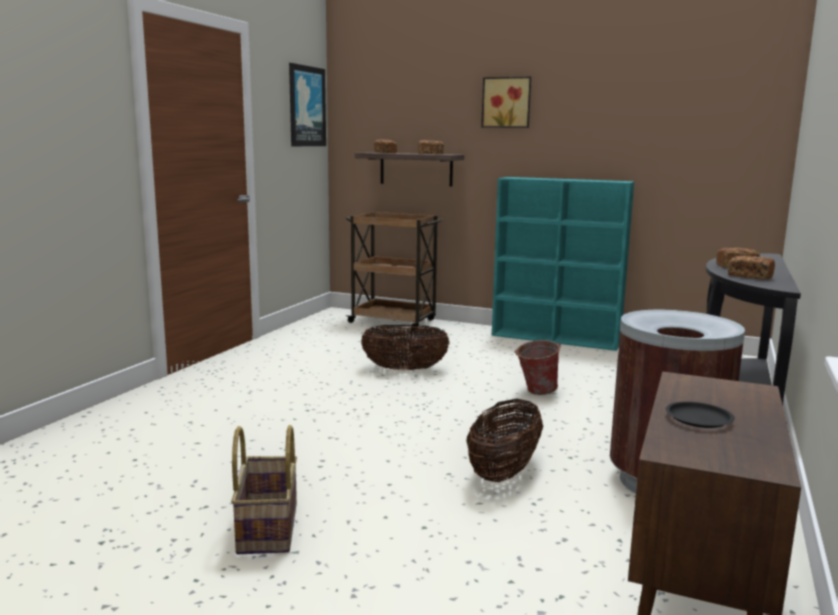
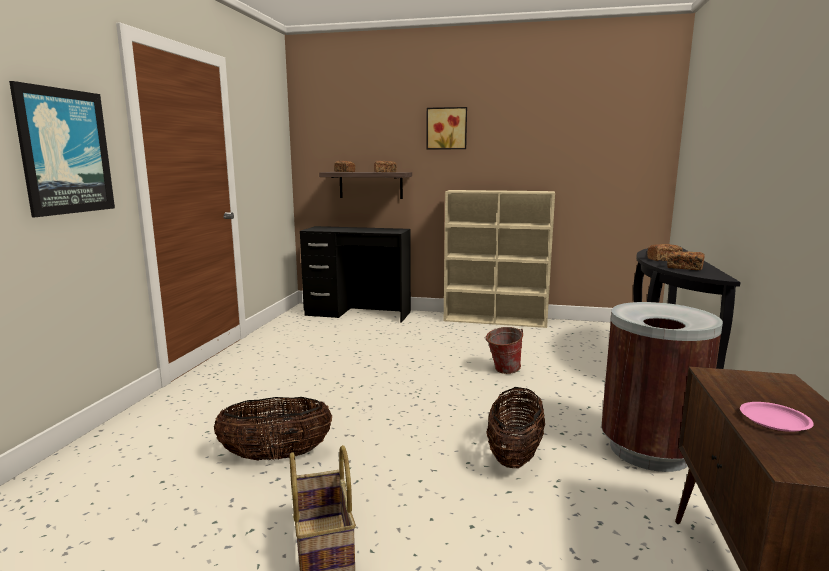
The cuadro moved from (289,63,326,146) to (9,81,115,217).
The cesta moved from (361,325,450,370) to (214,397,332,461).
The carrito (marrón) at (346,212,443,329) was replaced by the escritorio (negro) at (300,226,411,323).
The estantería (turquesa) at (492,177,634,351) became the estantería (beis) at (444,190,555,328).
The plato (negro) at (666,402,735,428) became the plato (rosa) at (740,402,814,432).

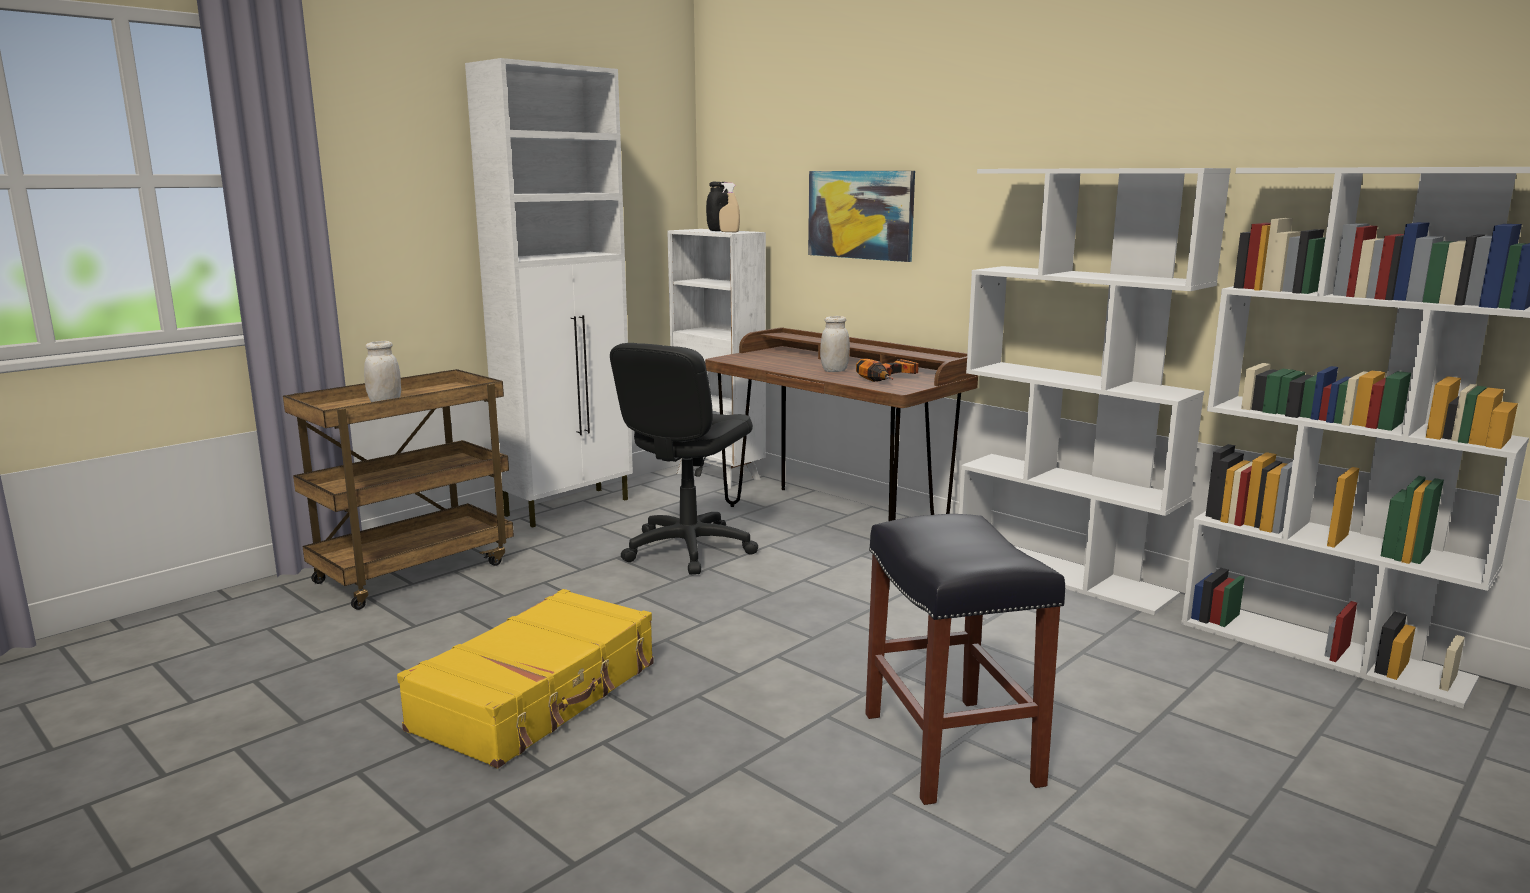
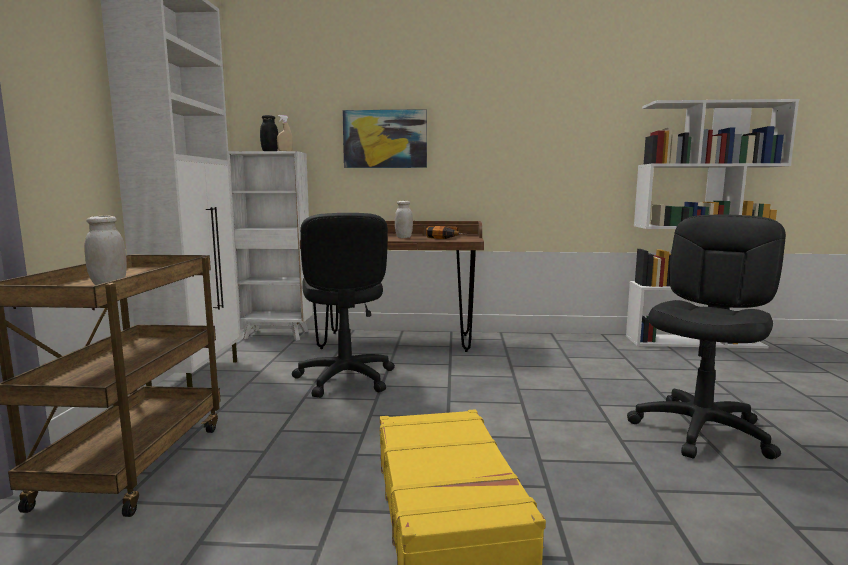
The taburete (negro) at (865,514,1065,805) was replaced by the silla de oficina (negro) at (627,215,786,459).
The estantería (blanco) at (959,168,1231,615) disappeared.

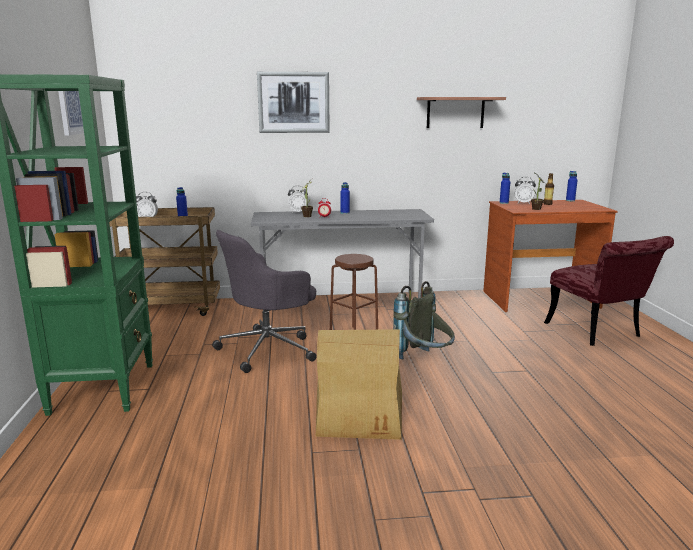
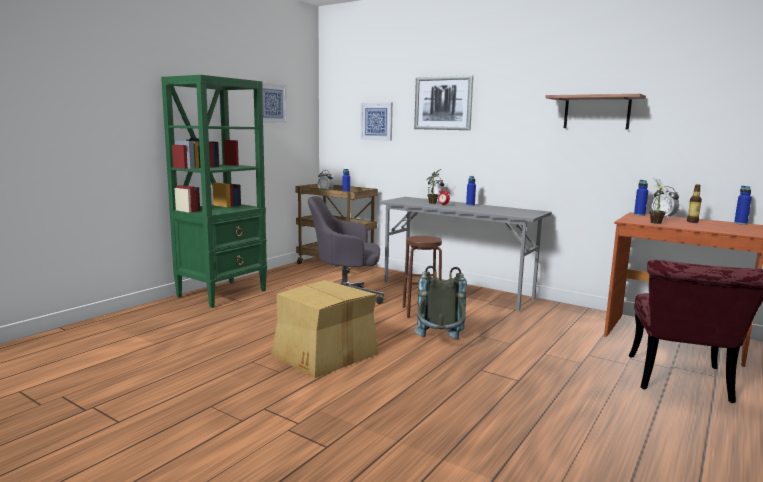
The cuadro at (360,102,393,141) appeared.

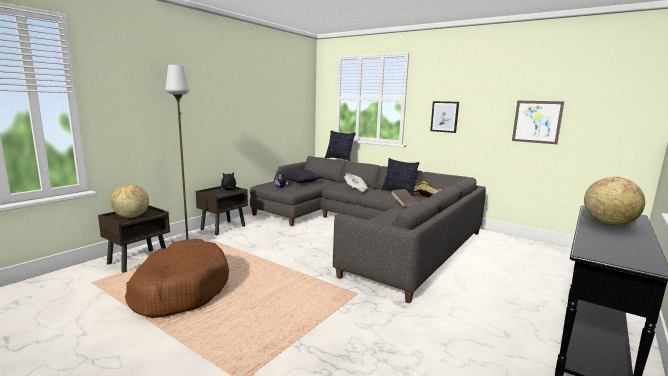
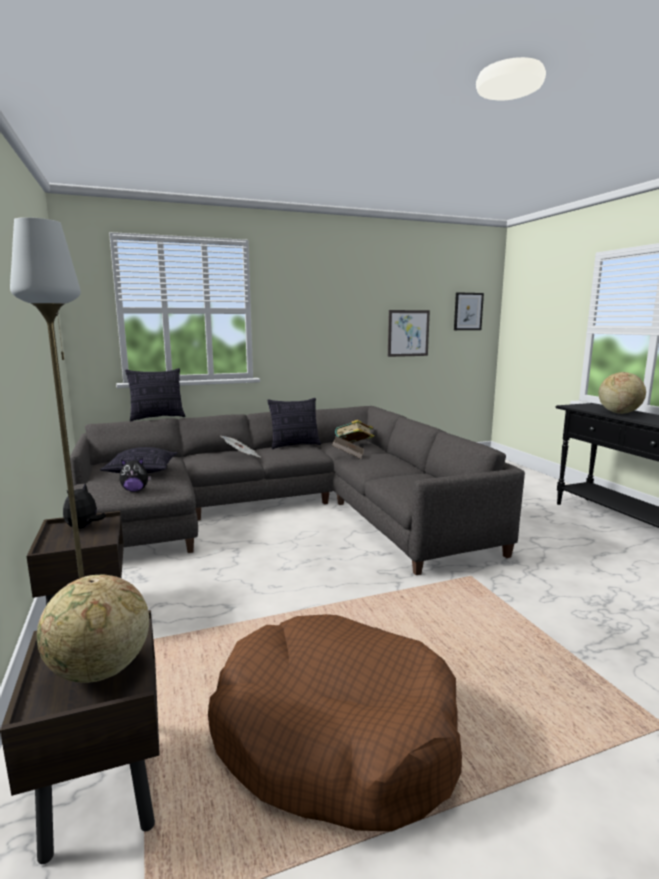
The cuadro moved from (430,101,459,133) to (454,292,484,330).

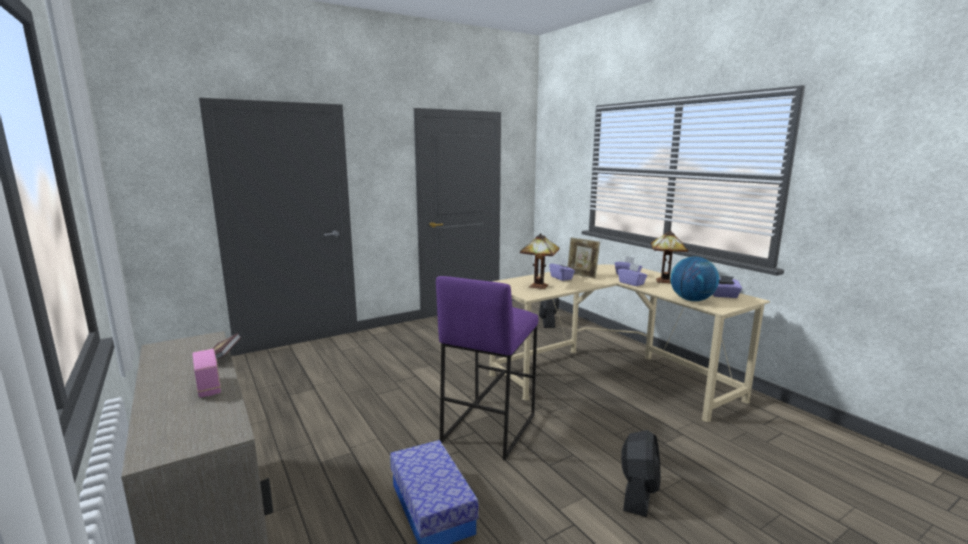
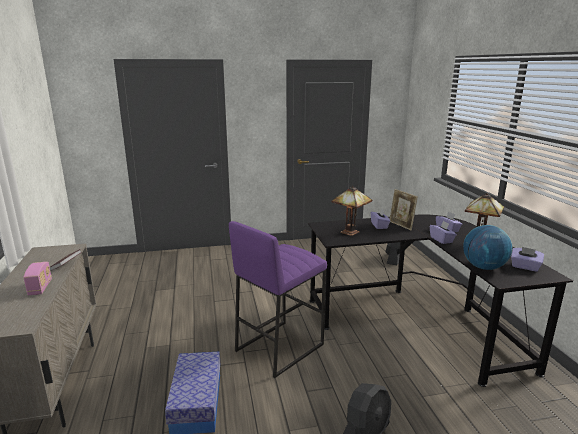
The escritorio (beis) at (489,265,770,422) became the escritorio (negro) at (308,214,573,387).

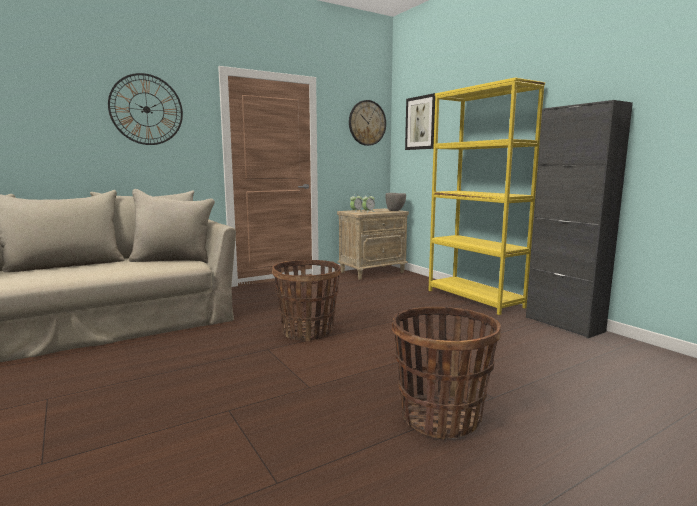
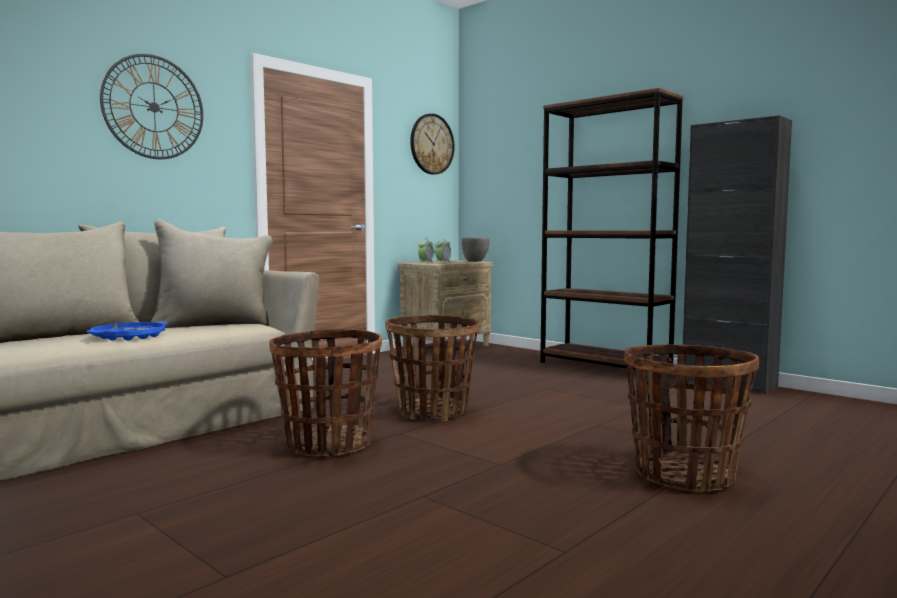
The bandeja (azul) at (86,322,167,340) appeared.
The cesta at (269,329,382,456) appeared.
The estantería (amarillo) at (428,77,545,315) became the estantería (marrón) at (540,88,684,371).
The cuadro at (405,93,435,150) disappeared.

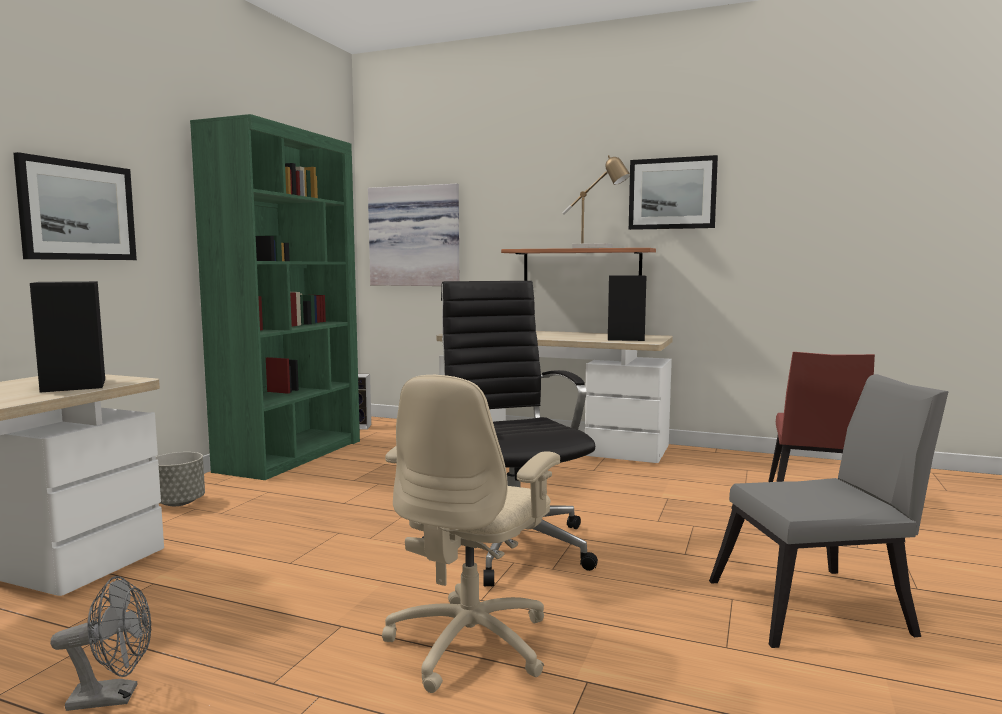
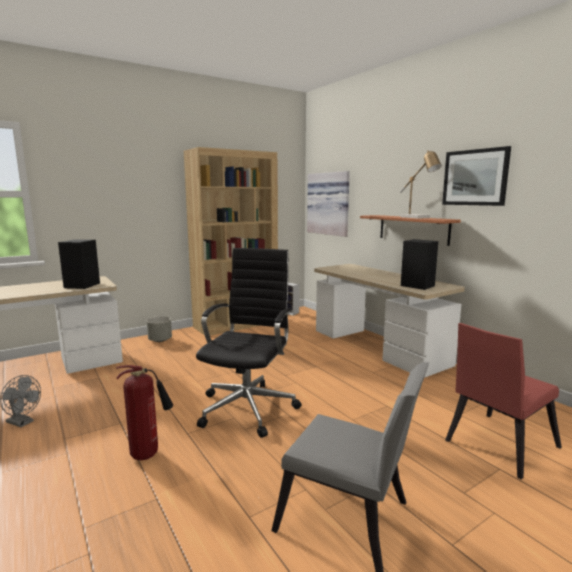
The silla de oficina (beis) at (382,375,560,693) was replaced by the extintor at (116,365,173,460).
The estantería (verde) at (190,114,360,480) became the estantería (marrón) at (184,147,278,336).
The cuadro at (13,152,137,260) disappeared.

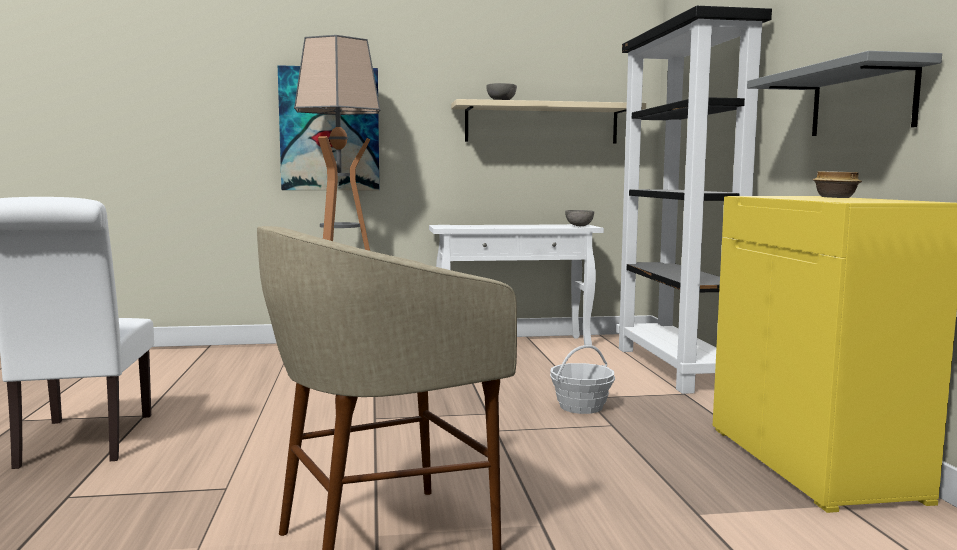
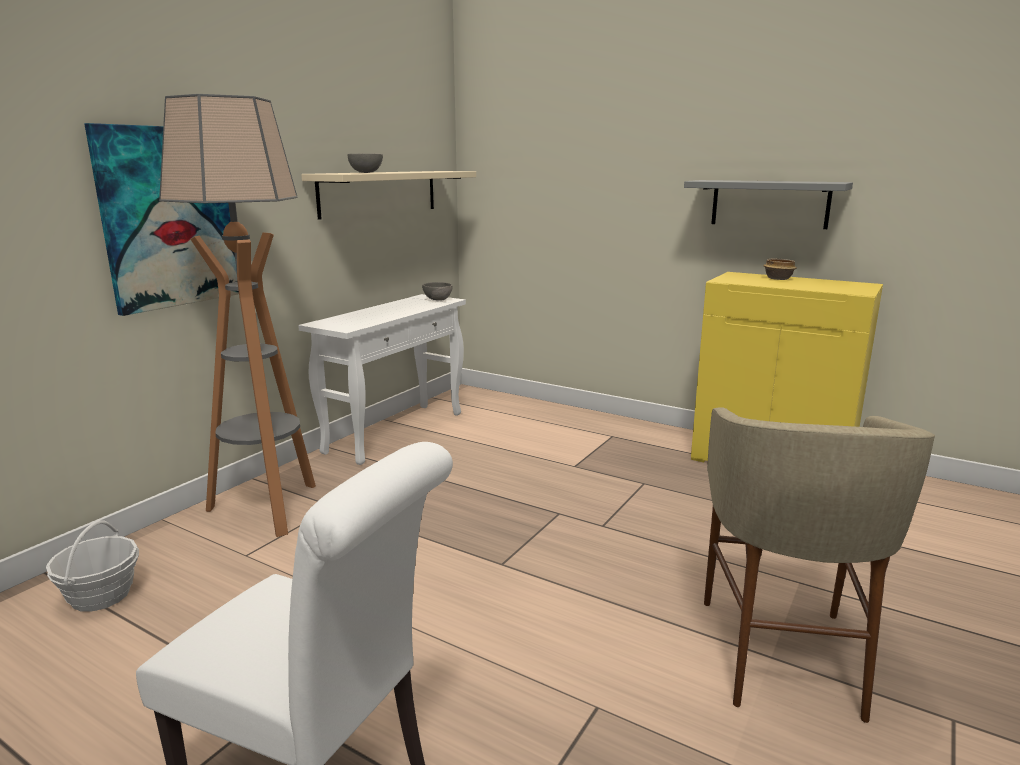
The cesta moved from (550,345,615,414) to (46,520,139,612).
The estantería (negro) at (616,6,772,394) disappeared.

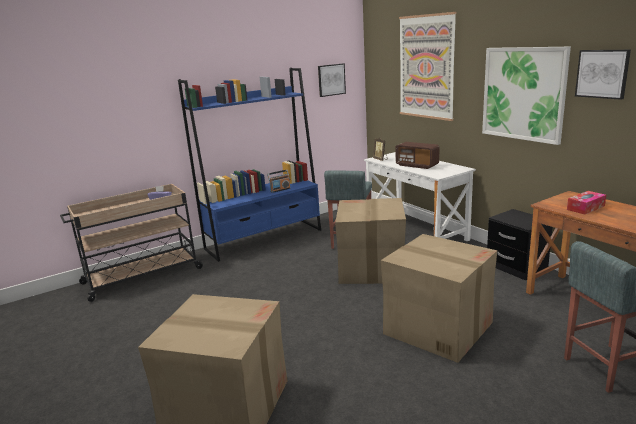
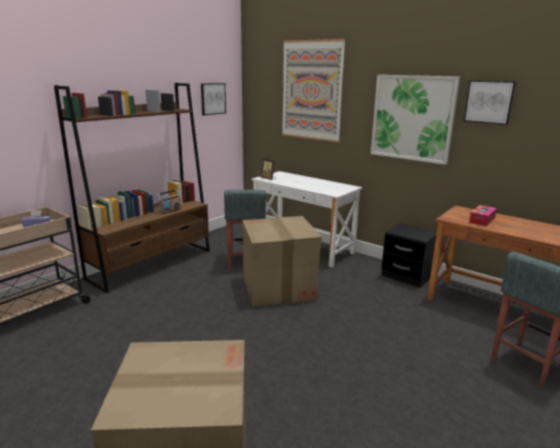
The estantería (azul) at (178,68,321,262) became the estantería (marrón) at (54,83,210,293).
The caja de cartón at (381,234,497,363) disappeared.
The radio at (395,142,439,169) disappeared.

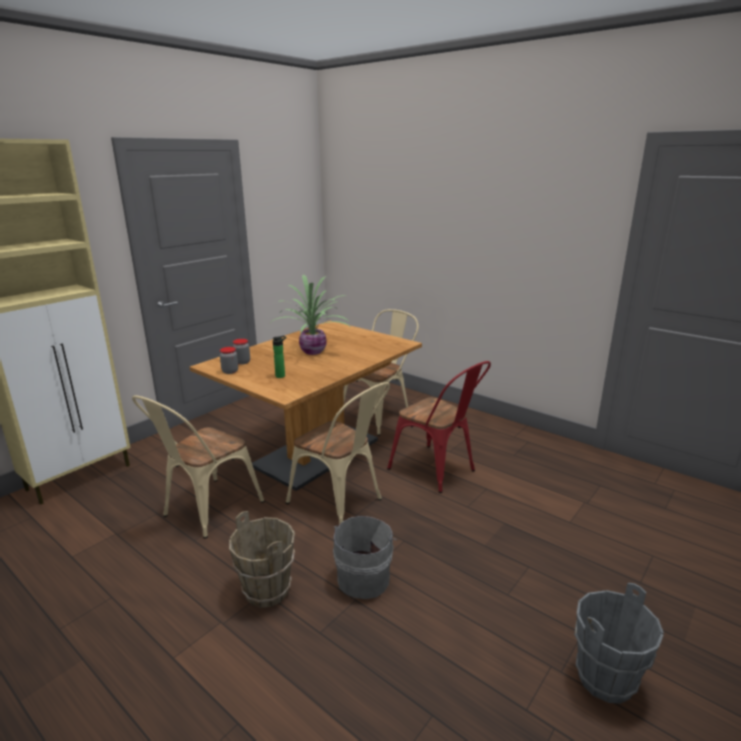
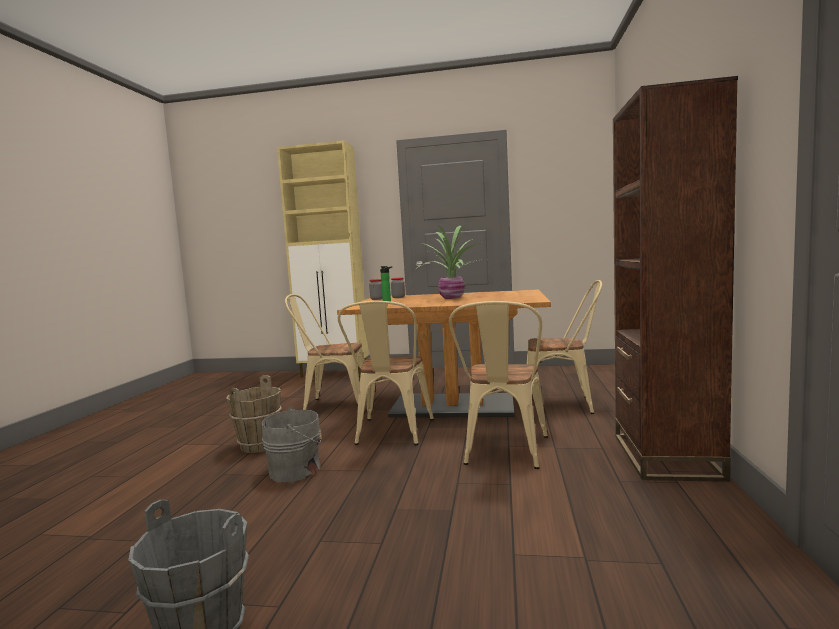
The silla (rojo) at (387,361,491,493) became the silla (beis) at (449,301,548,469).
The estantería (marrón) at (613,76,738,482) appeared.

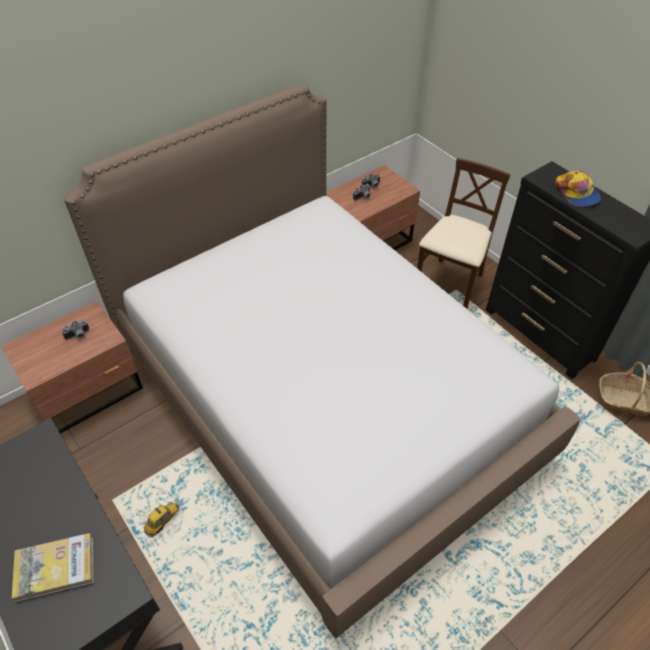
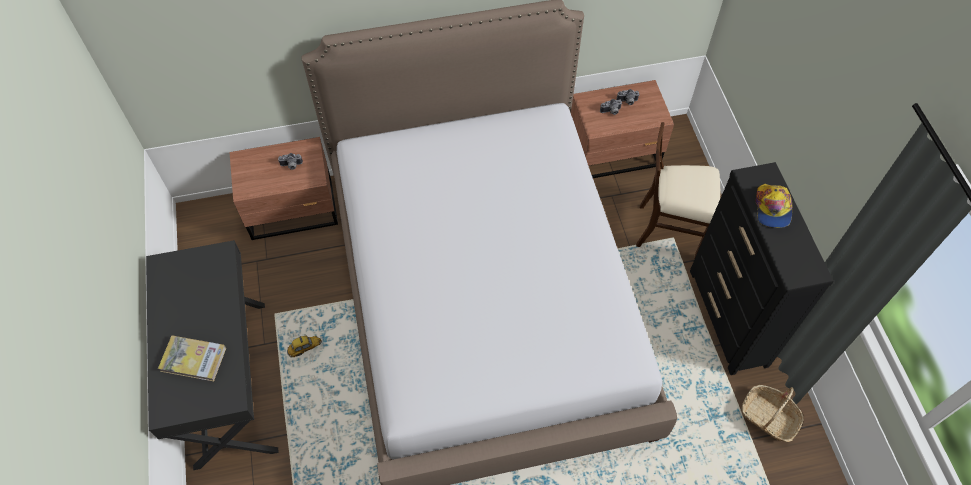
The silla (beis) at (417,158,511,309) turned 135 degrees counterclockwise.

